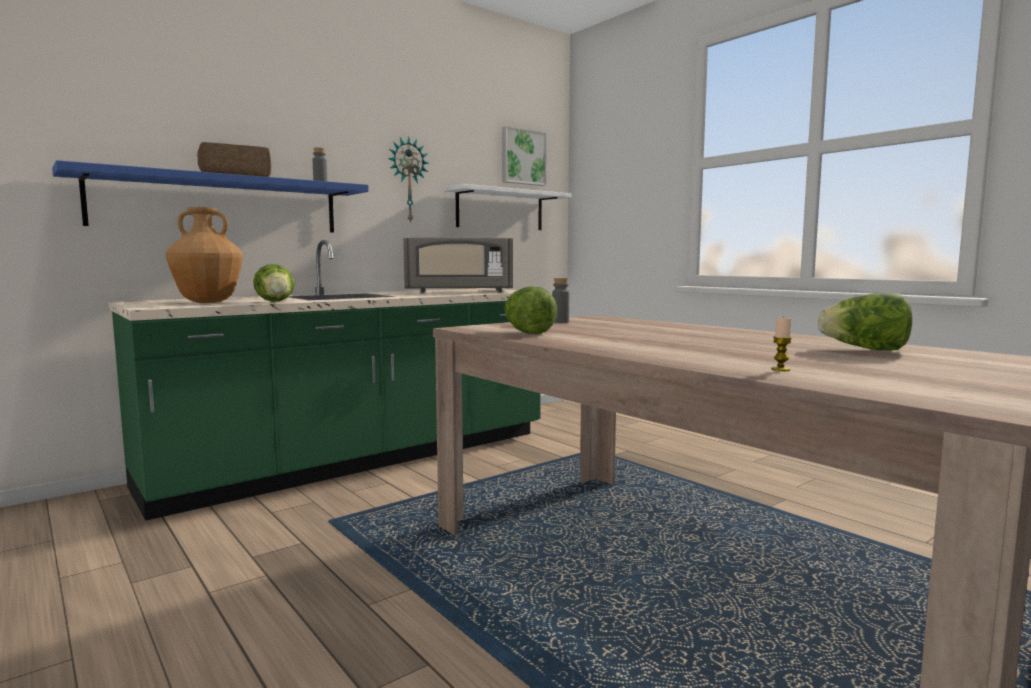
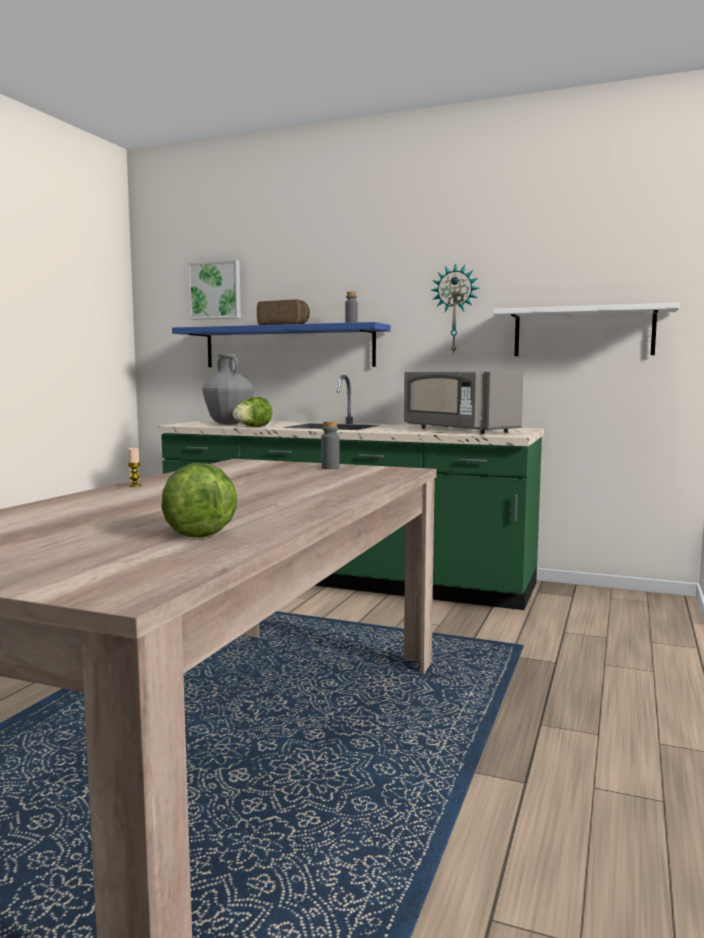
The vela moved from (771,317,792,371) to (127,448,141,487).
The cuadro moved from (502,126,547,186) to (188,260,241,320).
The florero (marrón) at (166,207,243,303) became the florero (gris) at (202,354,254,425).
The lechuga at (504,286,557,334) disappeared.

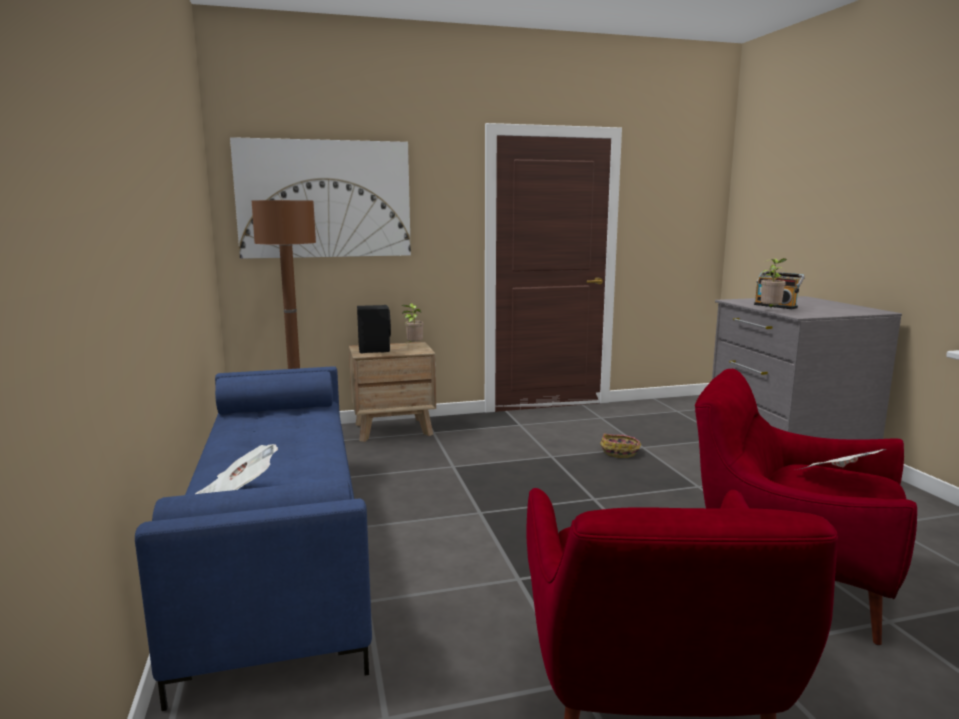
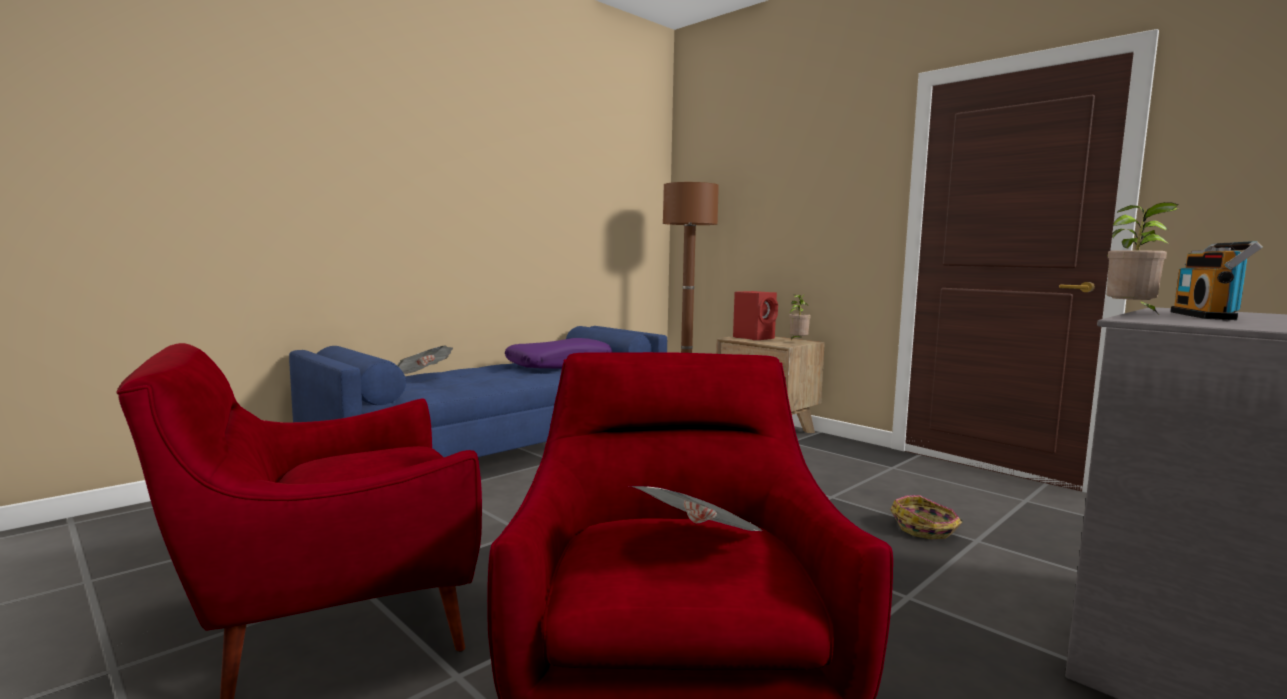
The cojín (morado) at (505,338,613,369) appeared.
The altavoz (negro) at (357,305,391,353) became the altavoz (rojo) at (733,291,778,340).
The cuadro at (230,137,411,259) disappeared.

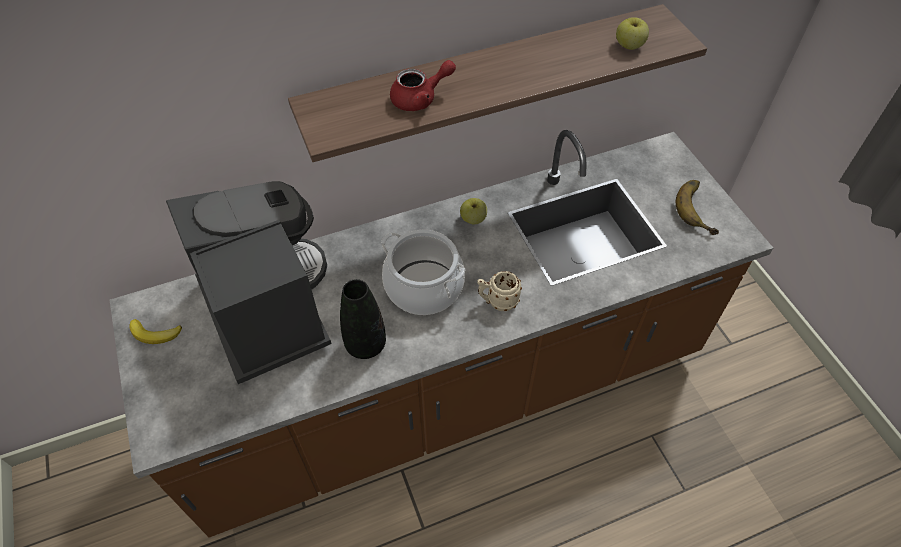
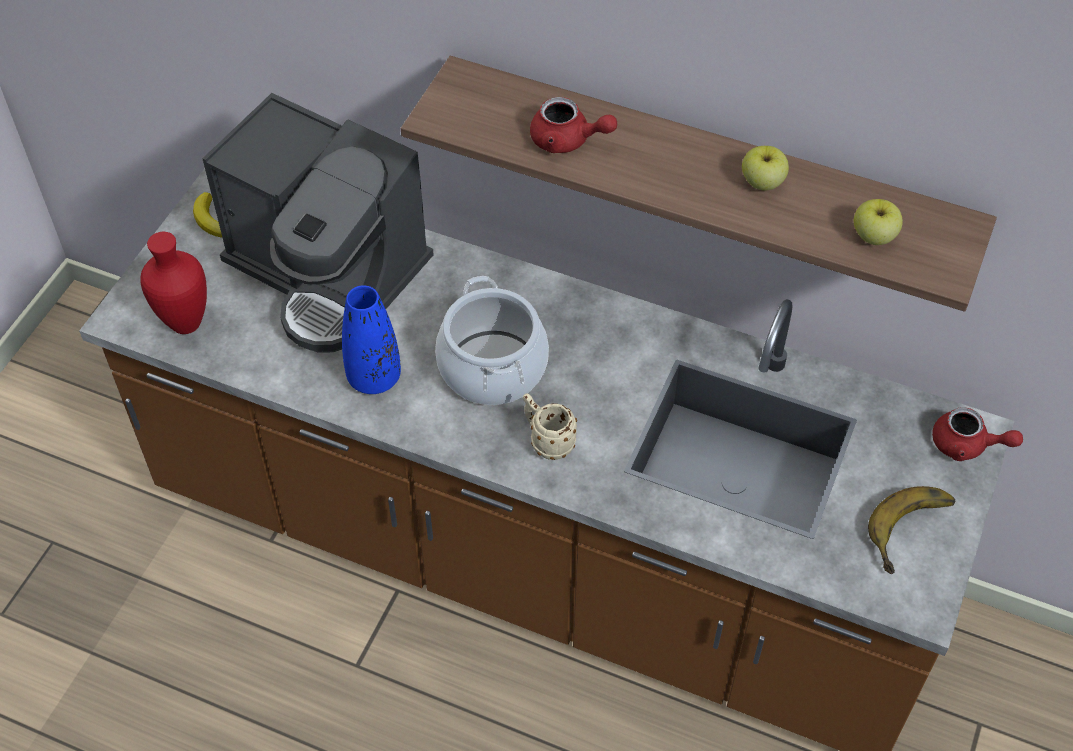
The florero (rojo) at (140,232,207,334) appeared.
The cafetera at (166,181,332,384) turned 105 degrees clockwise.
The florero (negro) at (340,279,386,359) became the florero (azul) at (342,285,401,394).
The manzana moved from (460,198,487,225) to (742,146,789,190).
The tetera (rojo) at (932,407,1023,461) appeared.

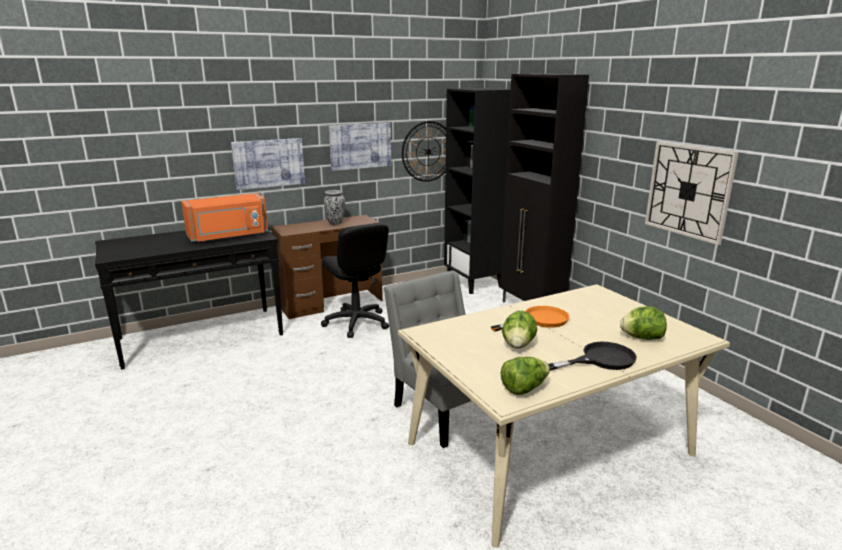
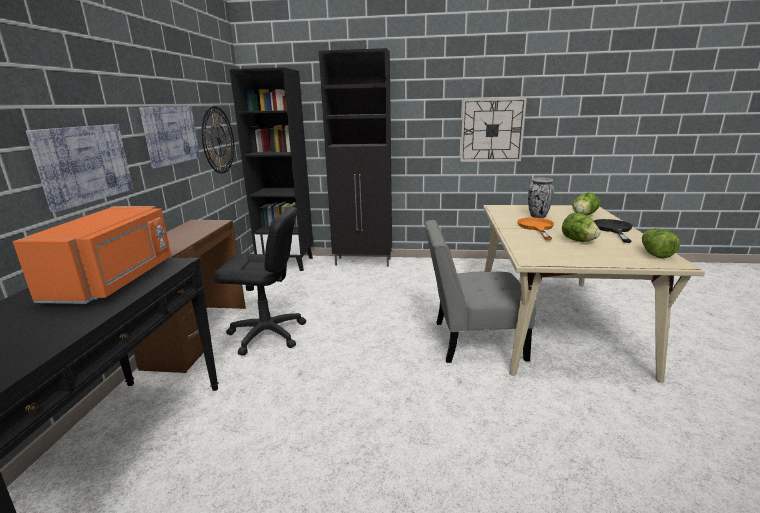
The florero moved from (324,190,345,225) to (528,178,554,218).

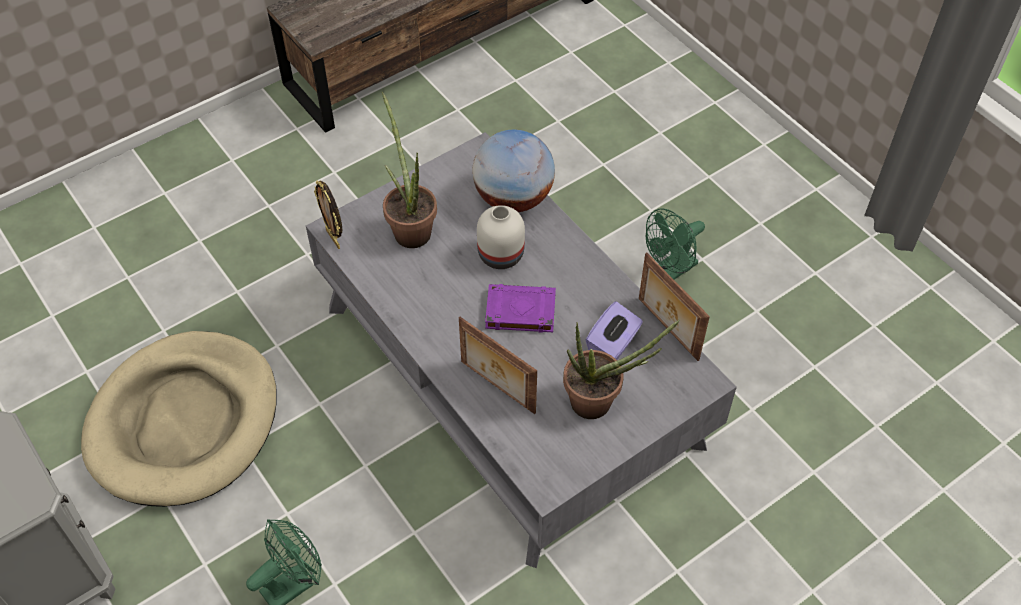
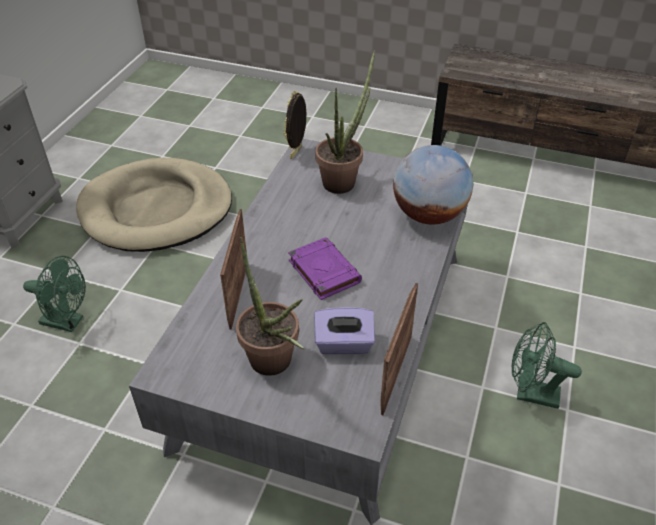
The florero (blanco) at (477,205,525,269) disappeared.

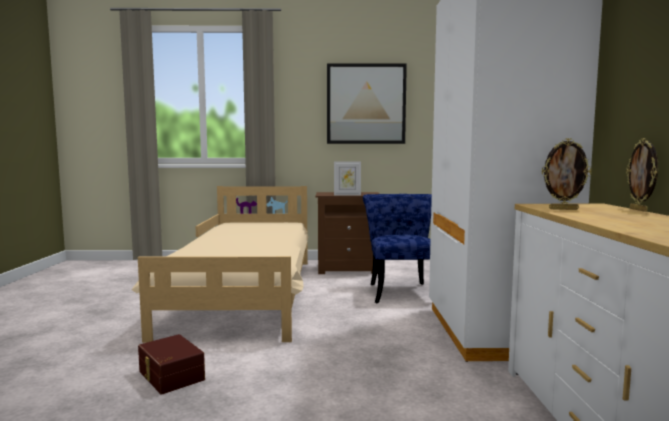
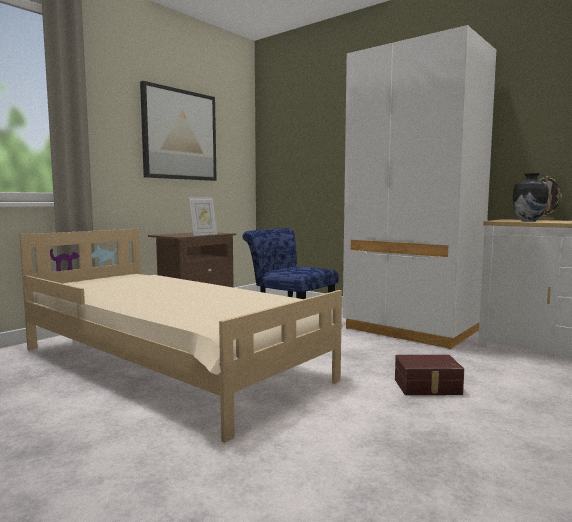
The caja de almacenaje (marrón) moved from (138,334,205,395) to (395,355,464,395).
The portarretratos at (542,138,592,210) was replaced by the florero at (513,173,549,222).

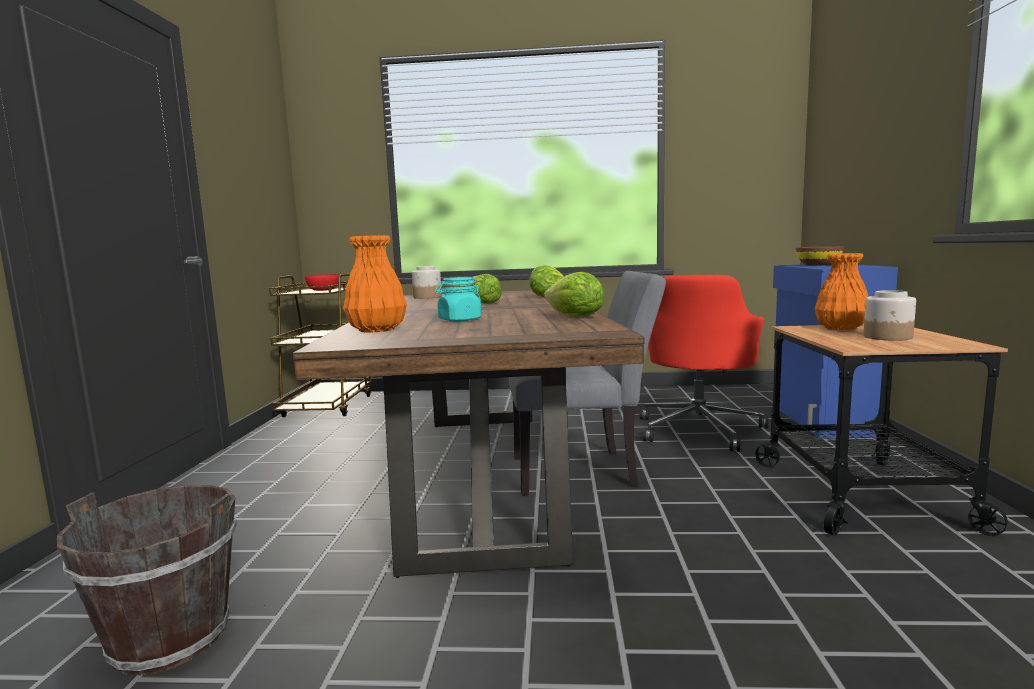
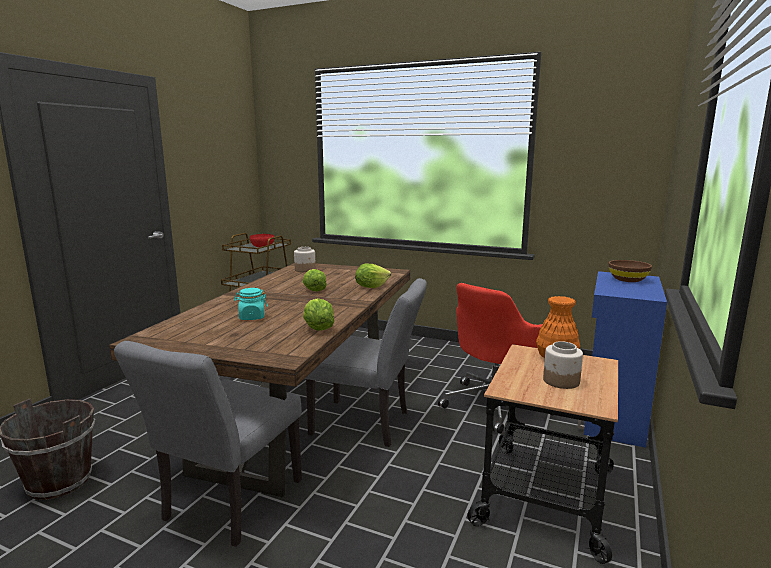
The silla (gris) at (114,341,302,547) appeared.
The florero (naranja) at (343,235,407,333) disappeared.

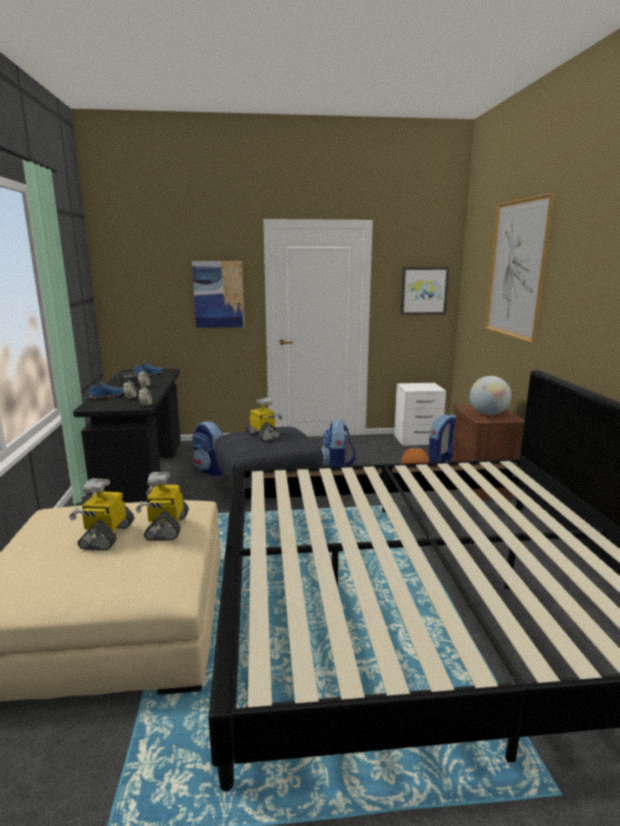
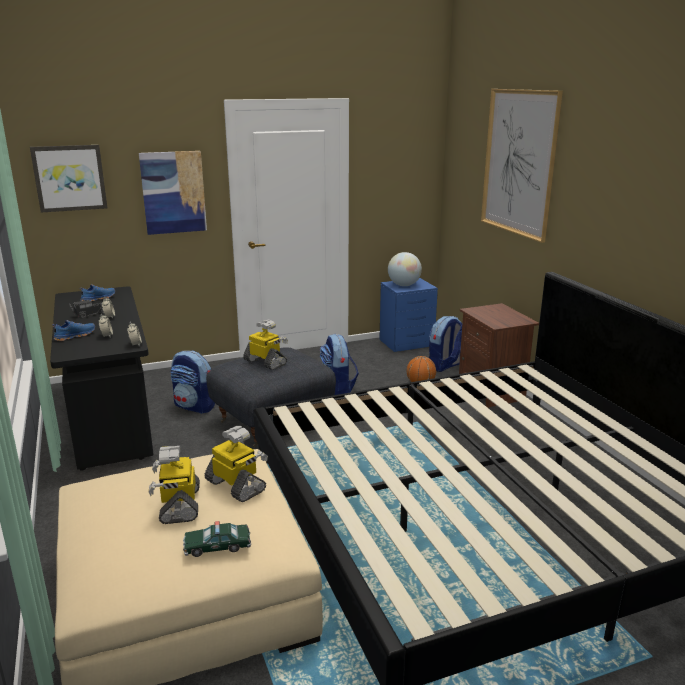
The cuadro moved from (400,267,450,315) to (30,145,107,213).
The coche de juguete at (183,521,251,557) appeared.
The robot de juguete at (136,472,189,541) turned 150 degrees clockwise.
The mesita de noche (blanco) at (394,383,446,446) became the mesita de noche (azul) at (379,278,438,352).
The globo terráqueo moved from (470,376,511,415) to (388,252,422,286).

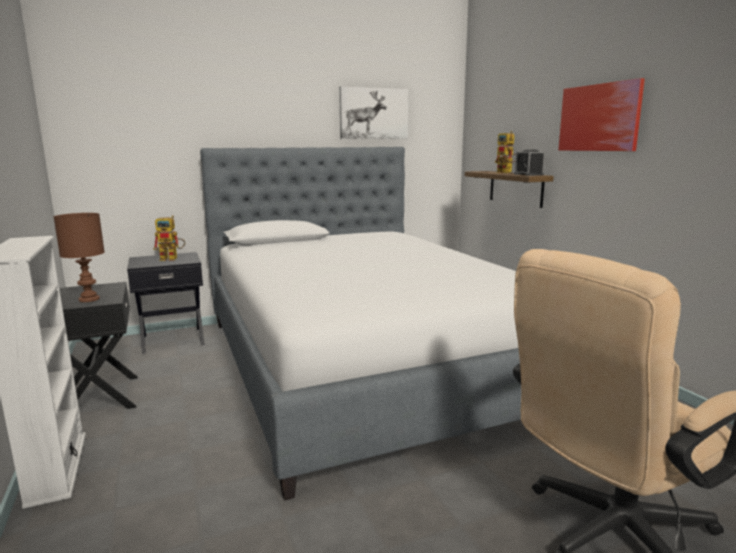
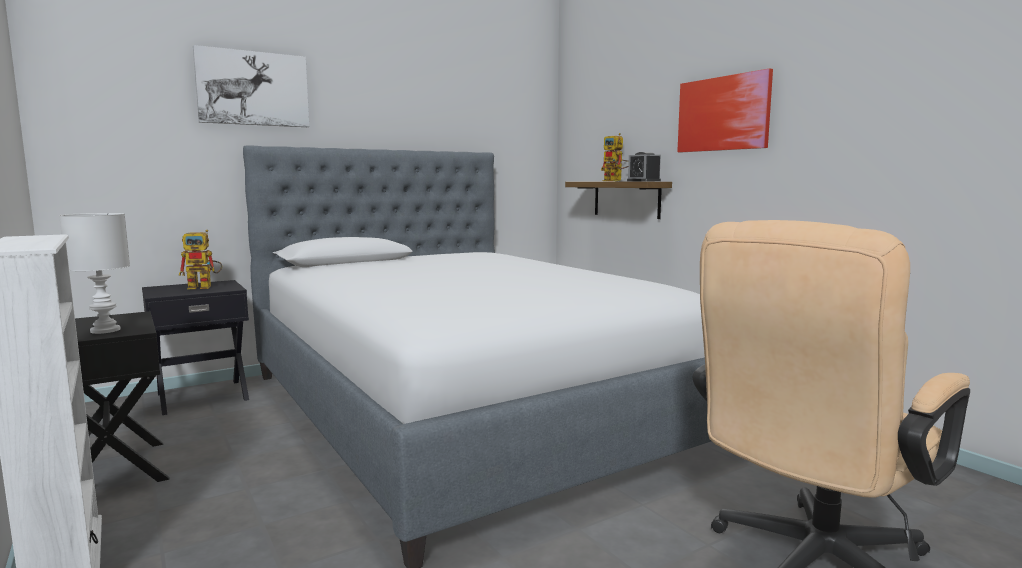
The lámpara de mesa (marrón) at (54,213,105,302) became the lámpara de mesa (blanco) at (59,213,130,334).
The cuadro moved from (339,86,408,139) to (193,45,309,127).

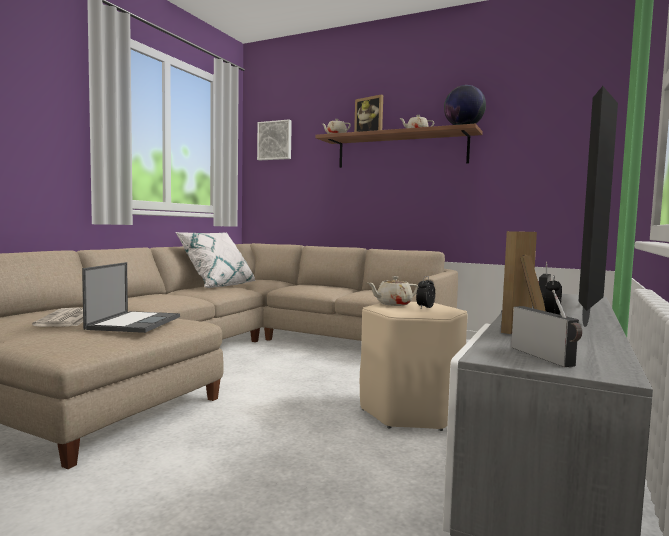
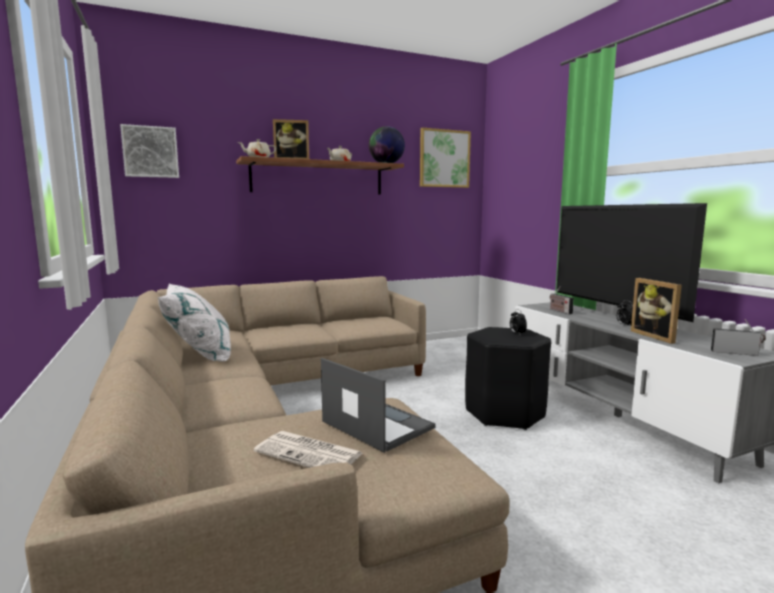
The cuadro at (420,128,471,188) appeared.
The taburete (beis) at (360,302,468,431) became the taburete (negro) at (465,327,551,430).
The tetera (beis) at (368,276,418,306) disappeared.

